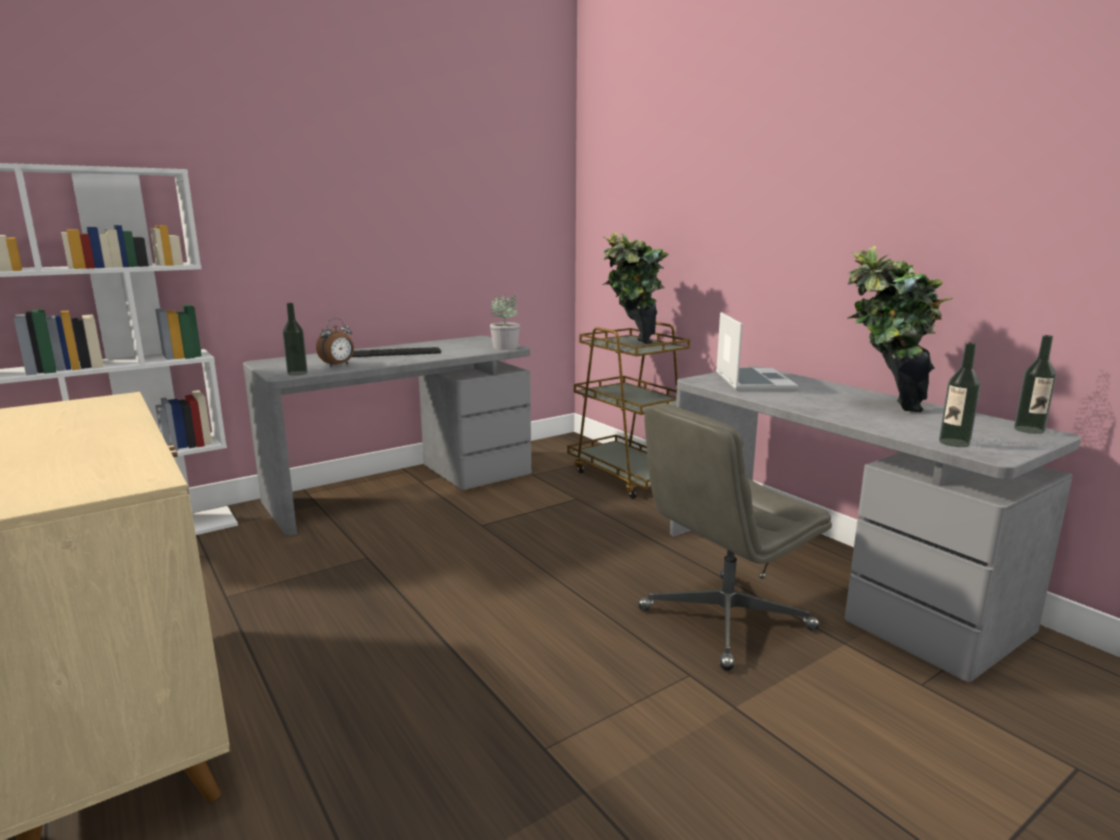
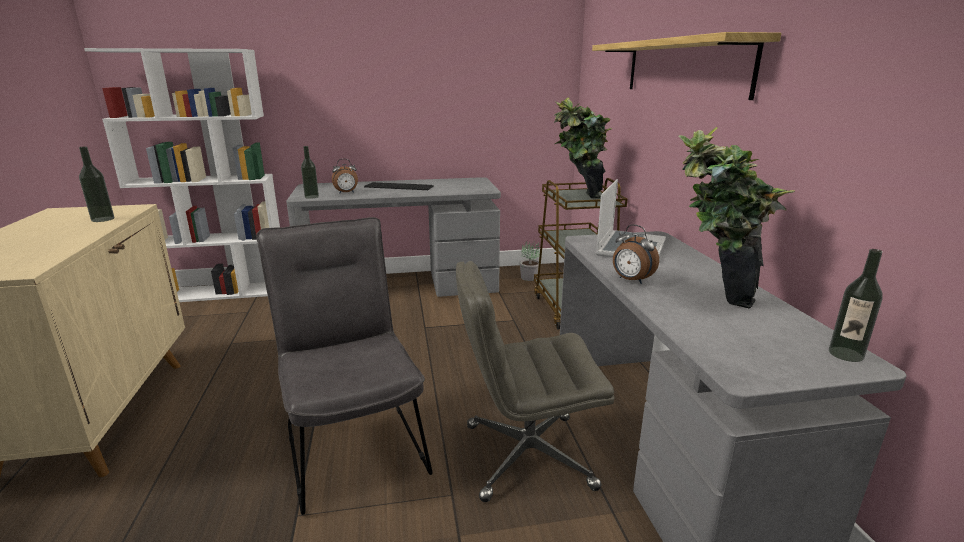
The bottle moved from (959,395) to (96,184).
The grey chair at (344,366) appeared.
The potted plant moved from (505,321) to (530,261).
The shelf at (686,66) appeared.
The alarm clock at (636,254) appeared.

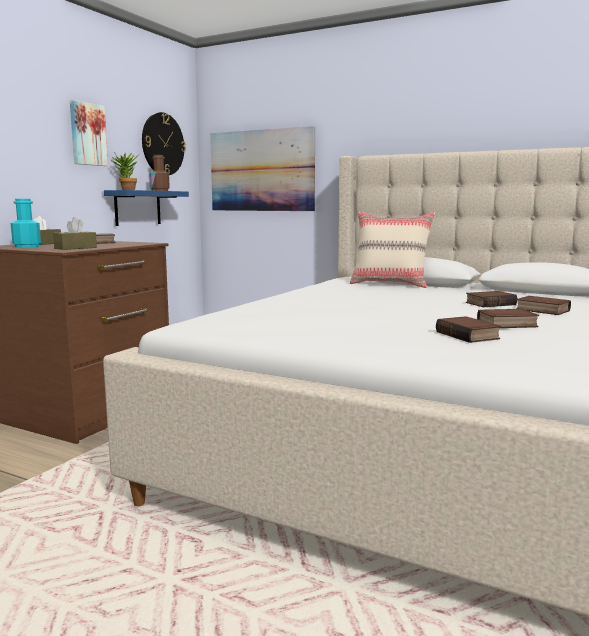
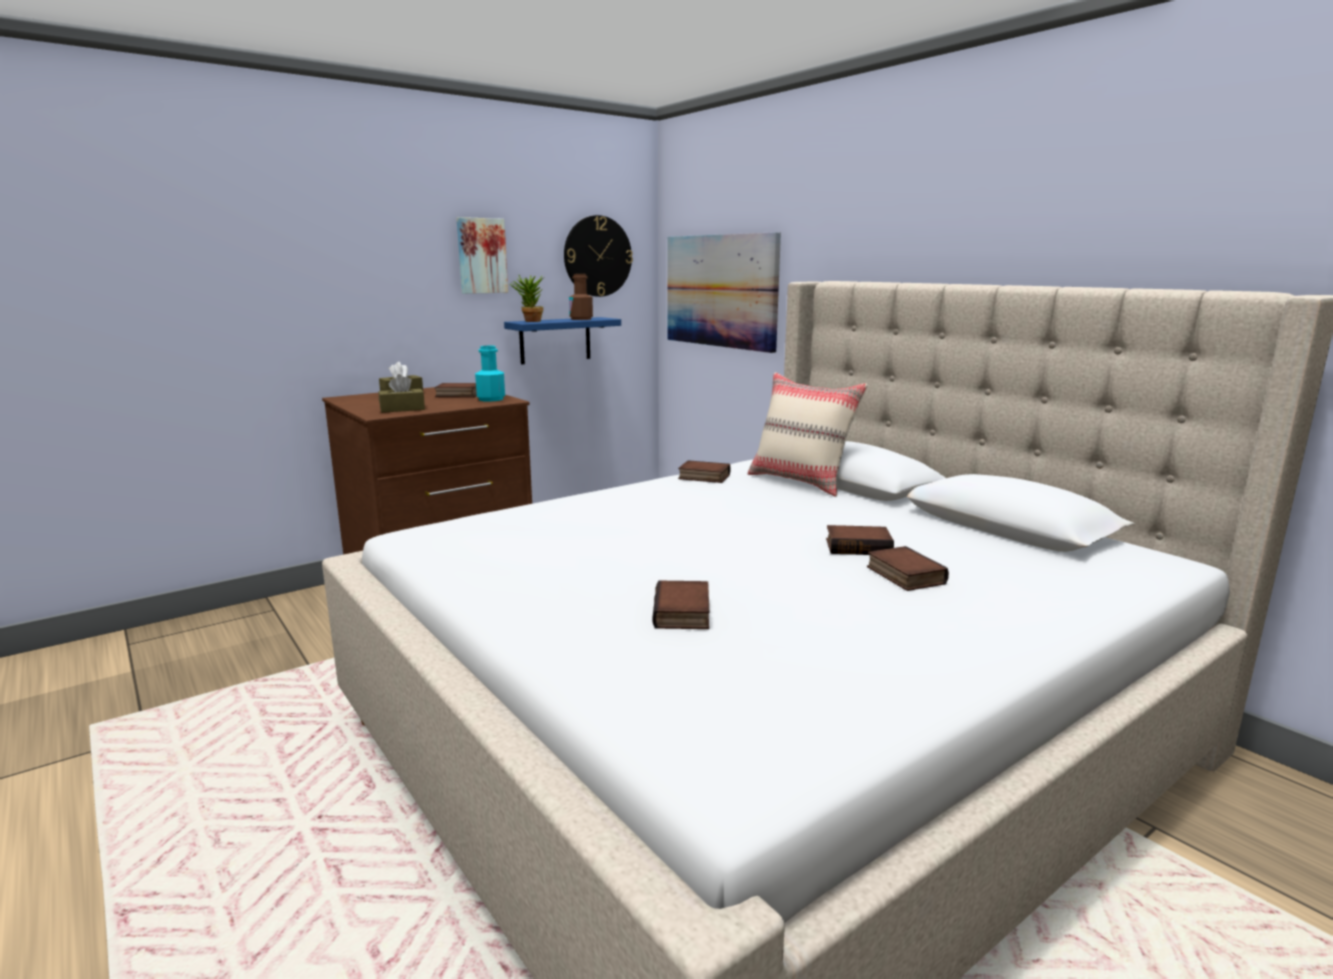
The turquoise bottle moved from (26,223) to (490,373).
The book moved from (508,318) to (704,471).

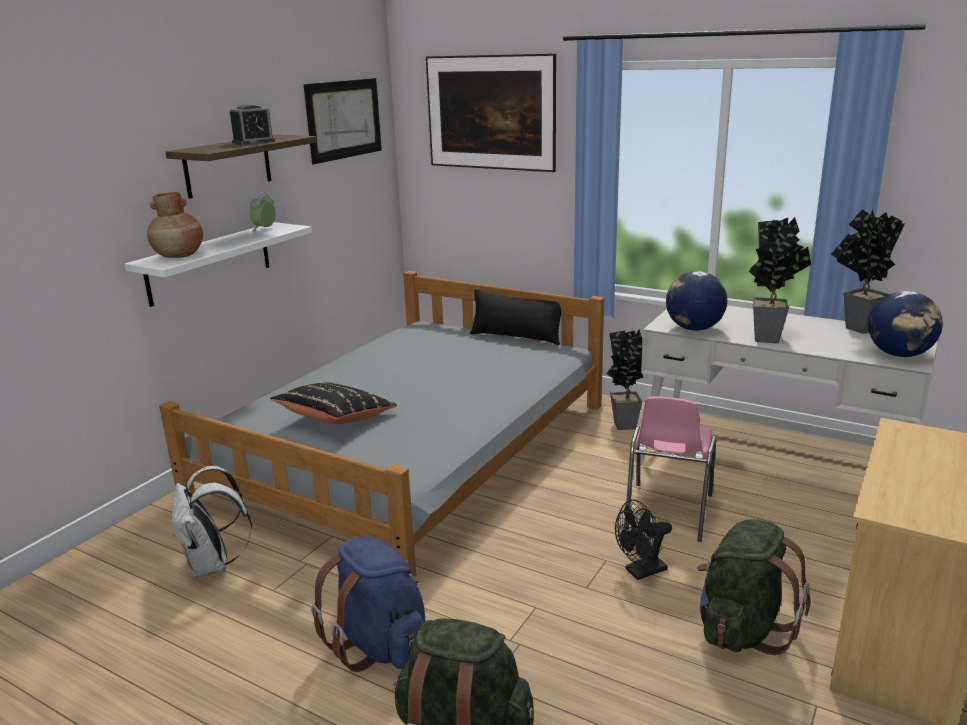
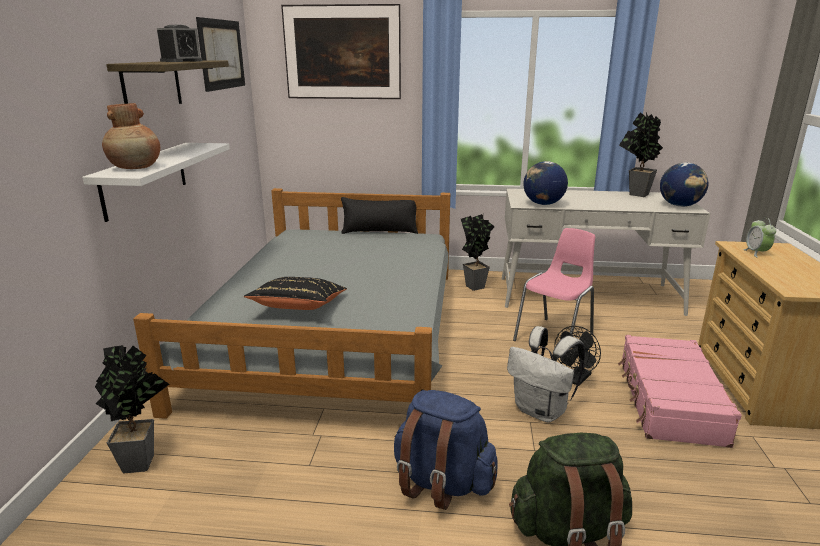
The potted plant moved from (780,280) to (132,409).
The white backpack moved from (212,522) to (546,374).
The pink chair at (670,469) turned 135 degrees counterclockwise.
The green backpack at (753,587) was replaced by the pink suitcase at (680,391).
The alarm clock moved from (263,211) to (759,237).

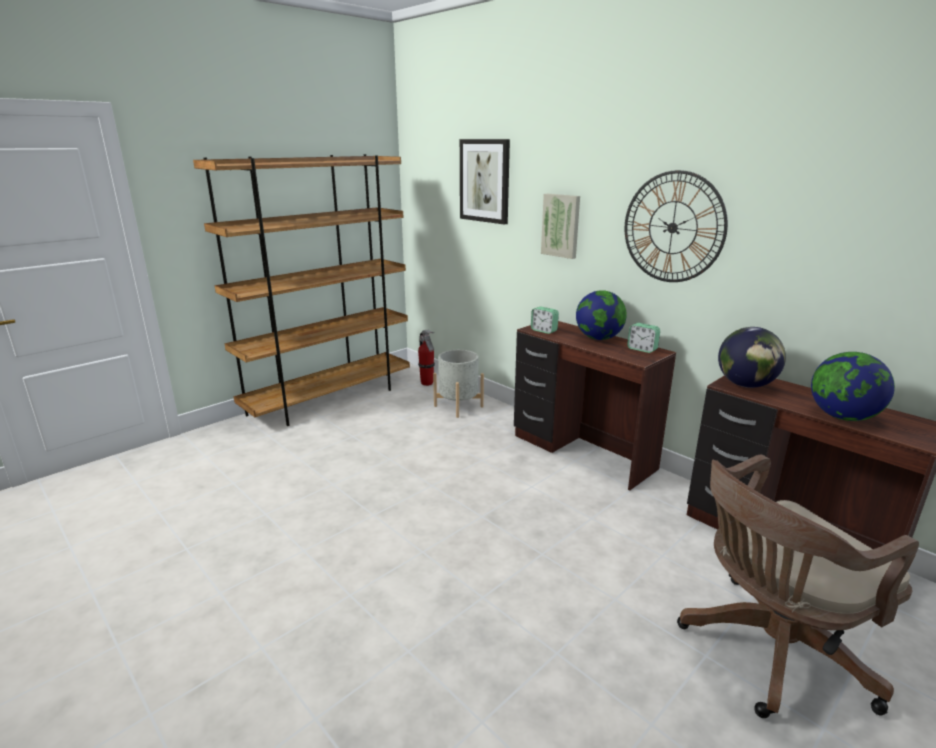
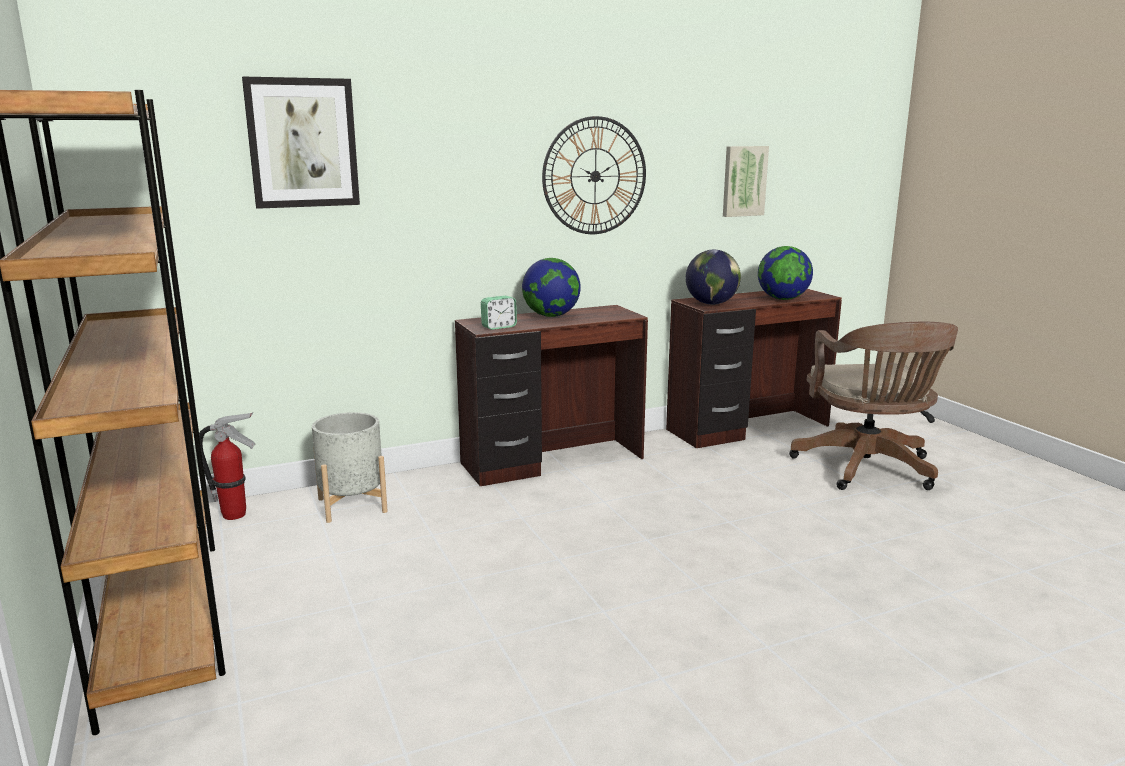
The picture moved from (560,226) to (746,181).
The alarm clock at (643,338) disappeared.

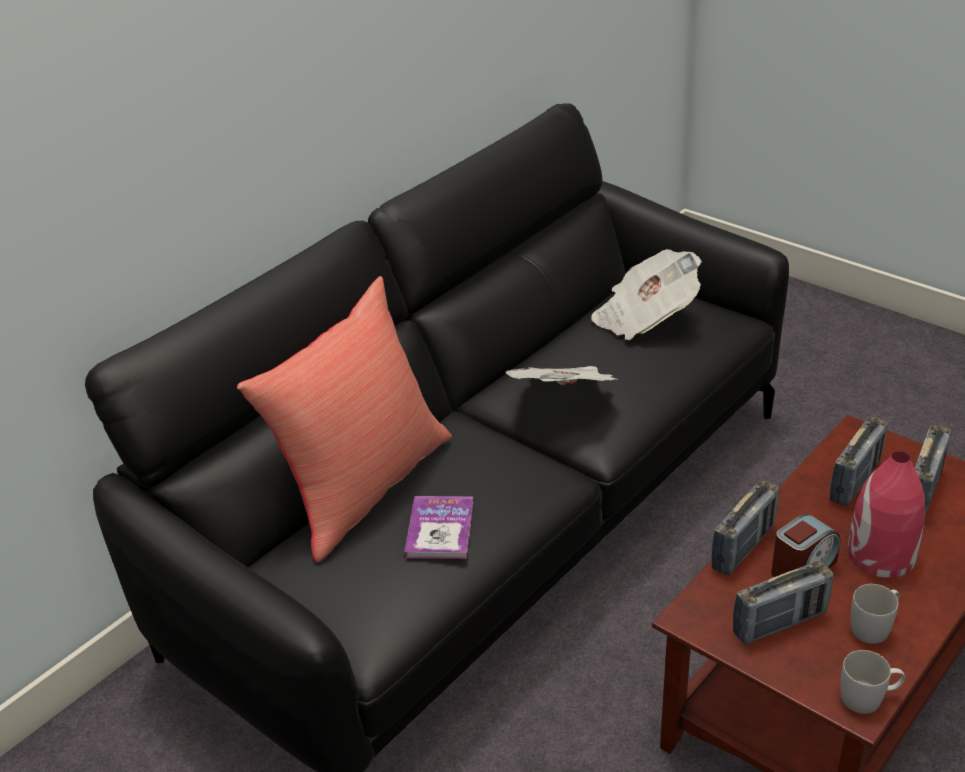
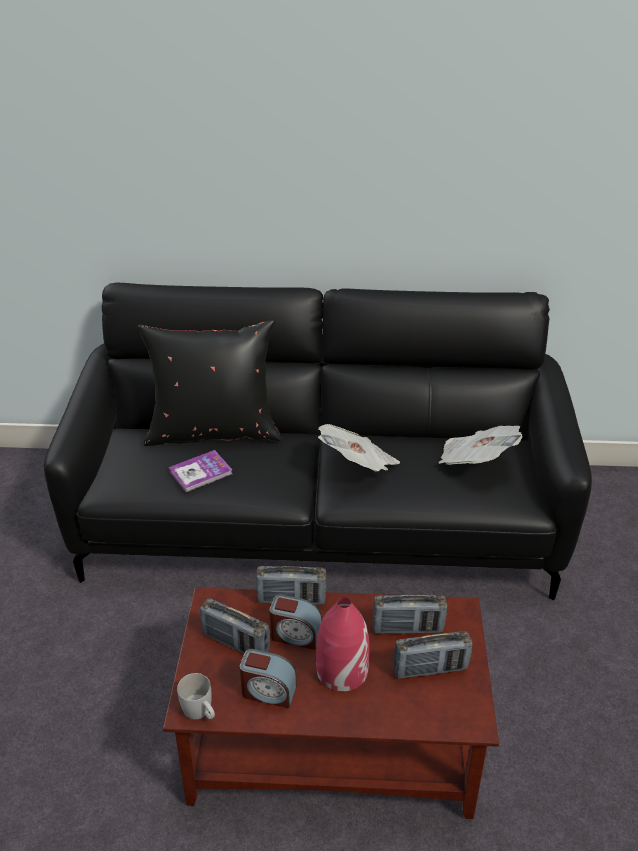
The red pillow at (344,419) became the black pillow at (209,383).
The white mug at (875,614) was replaced by the alarm clock at (268,678).

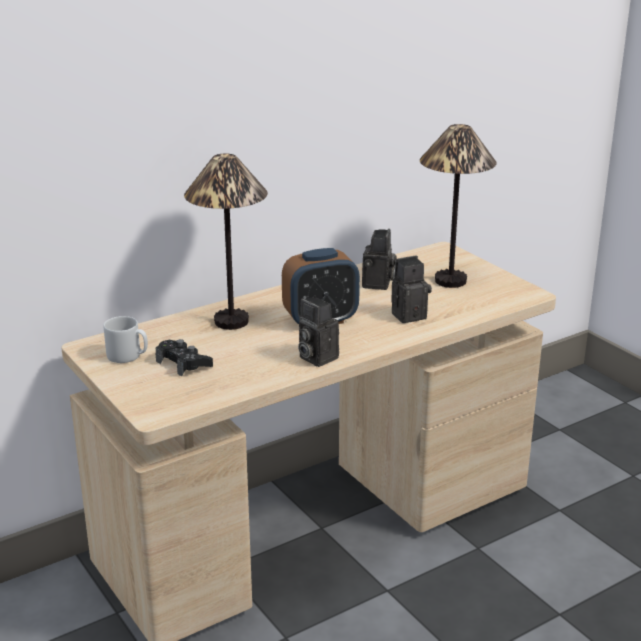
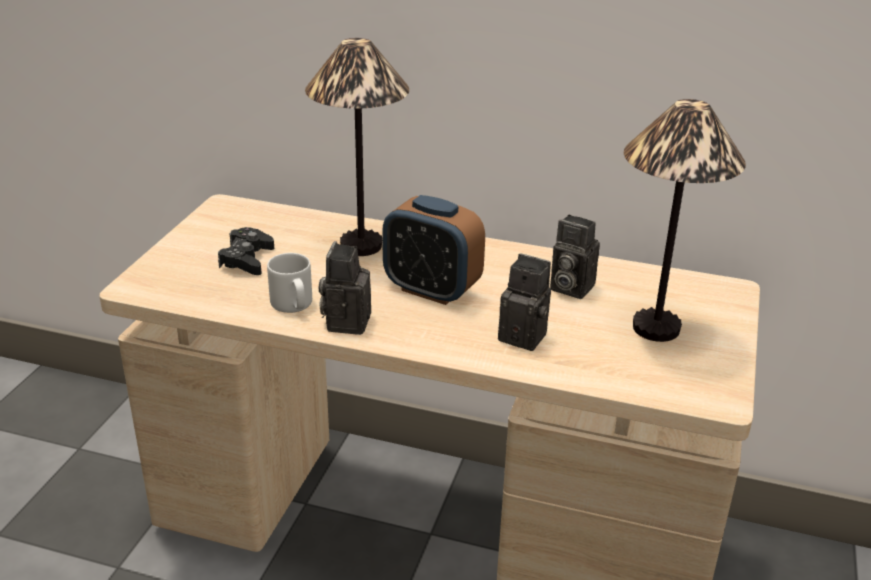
The grey mug moved from (126,339) to (289,283).
The photo camera at (379,259) turned 60 degrees clockwise.

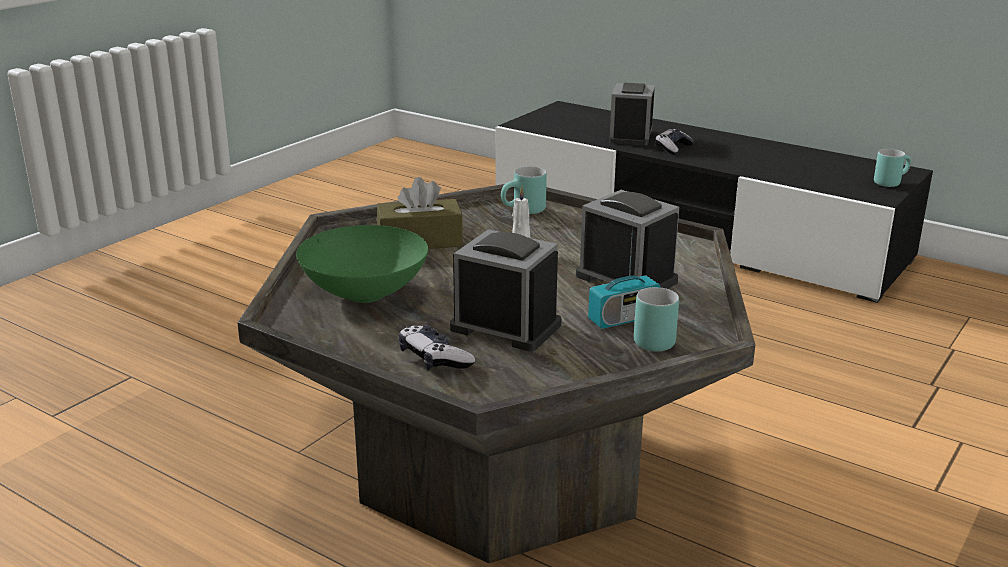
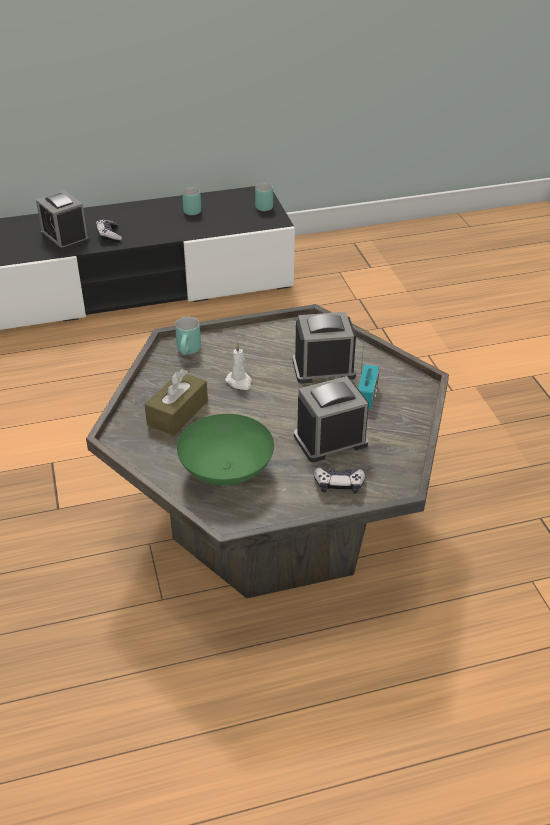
The turquoise mug moved from (656,319) to (191,201).

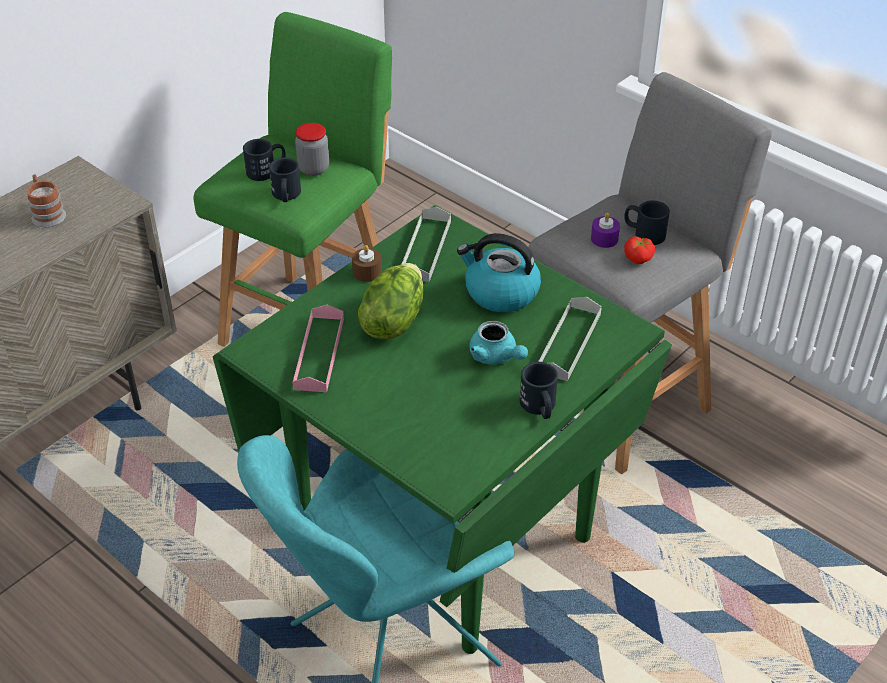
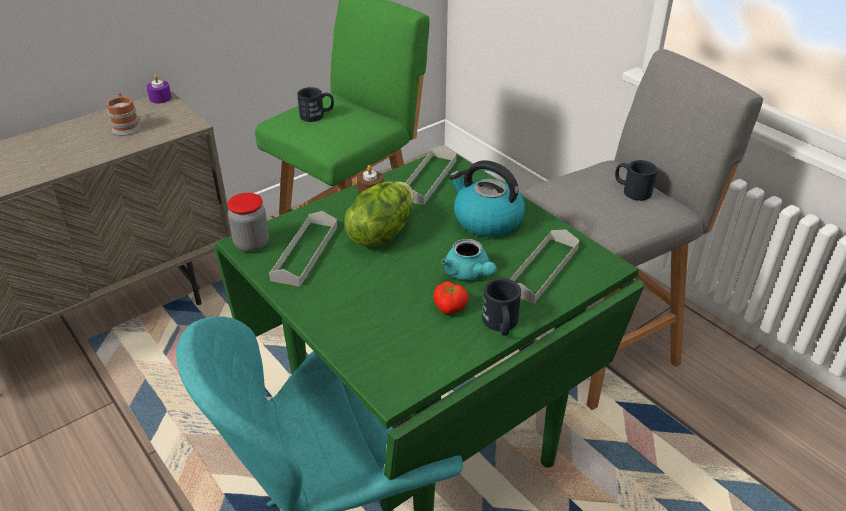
The purple candle moved from (605,230) to (159,88).
The jar moved from (312,149) to (248,222).
The pink tray at (318,348) became the grey tray at (303,249).
The tomato moved from (639,250) to (451,297).
The black mug at (285,179) disappeared.

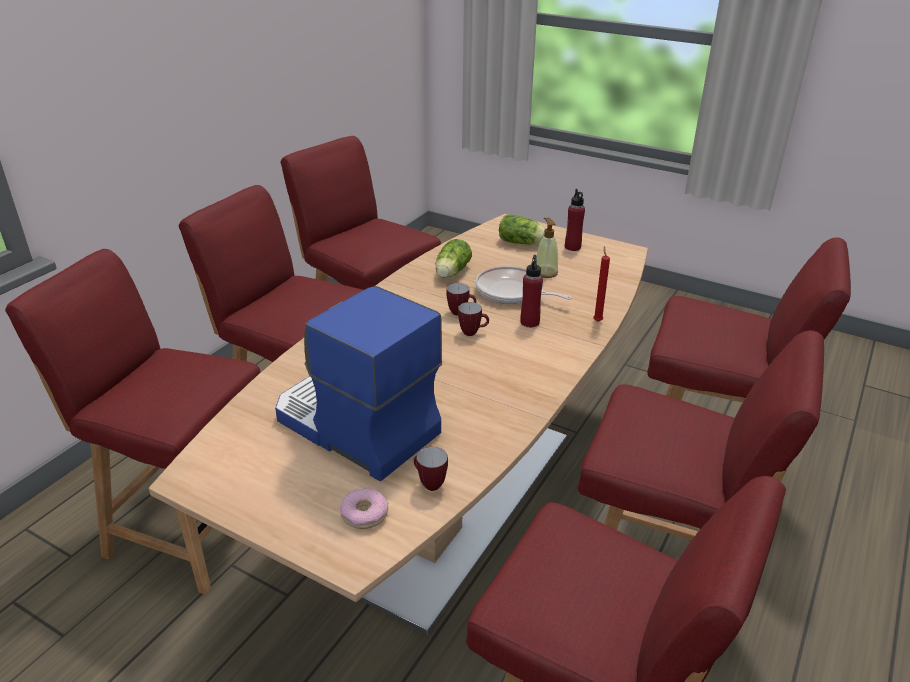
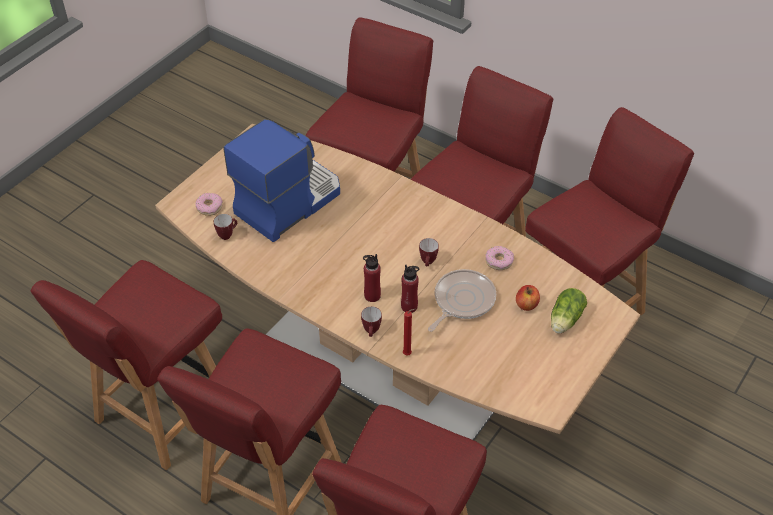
The mug moved from (473,319) to (371,321).
The red bottle moved from (575,220) to (372,278).
The lettuce at (454,258) was replaced by the donut at (499,258).
The apple at (528,298) appeared.
The soap dispenser at (547,248) disappeared.

